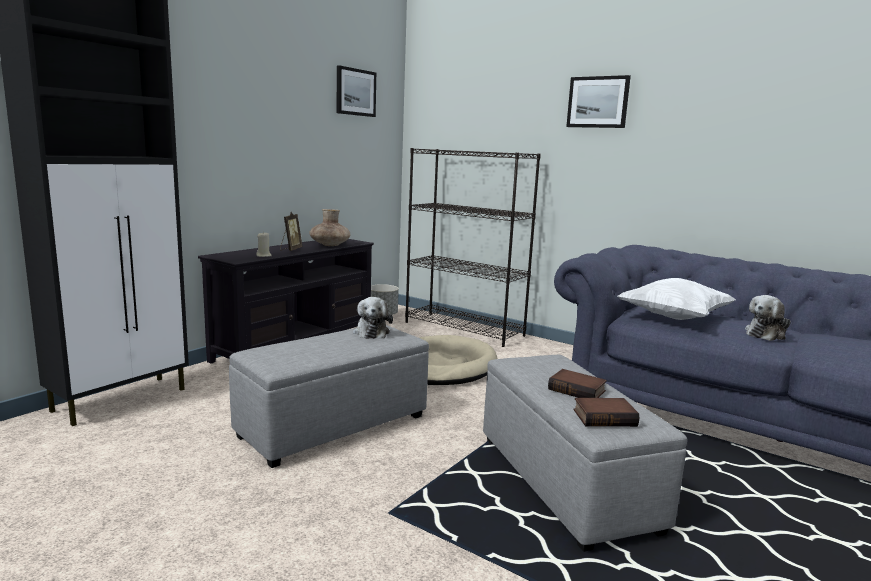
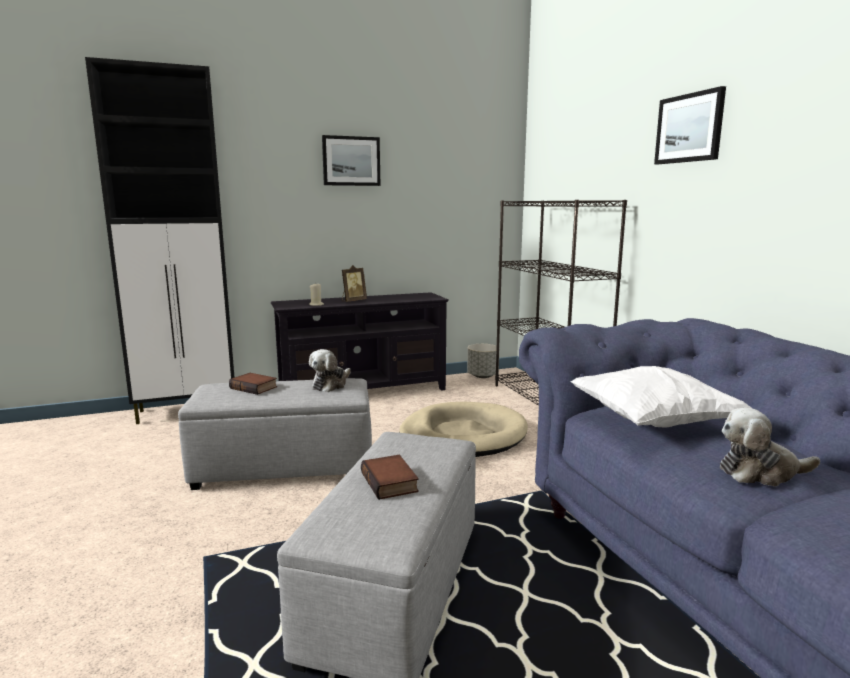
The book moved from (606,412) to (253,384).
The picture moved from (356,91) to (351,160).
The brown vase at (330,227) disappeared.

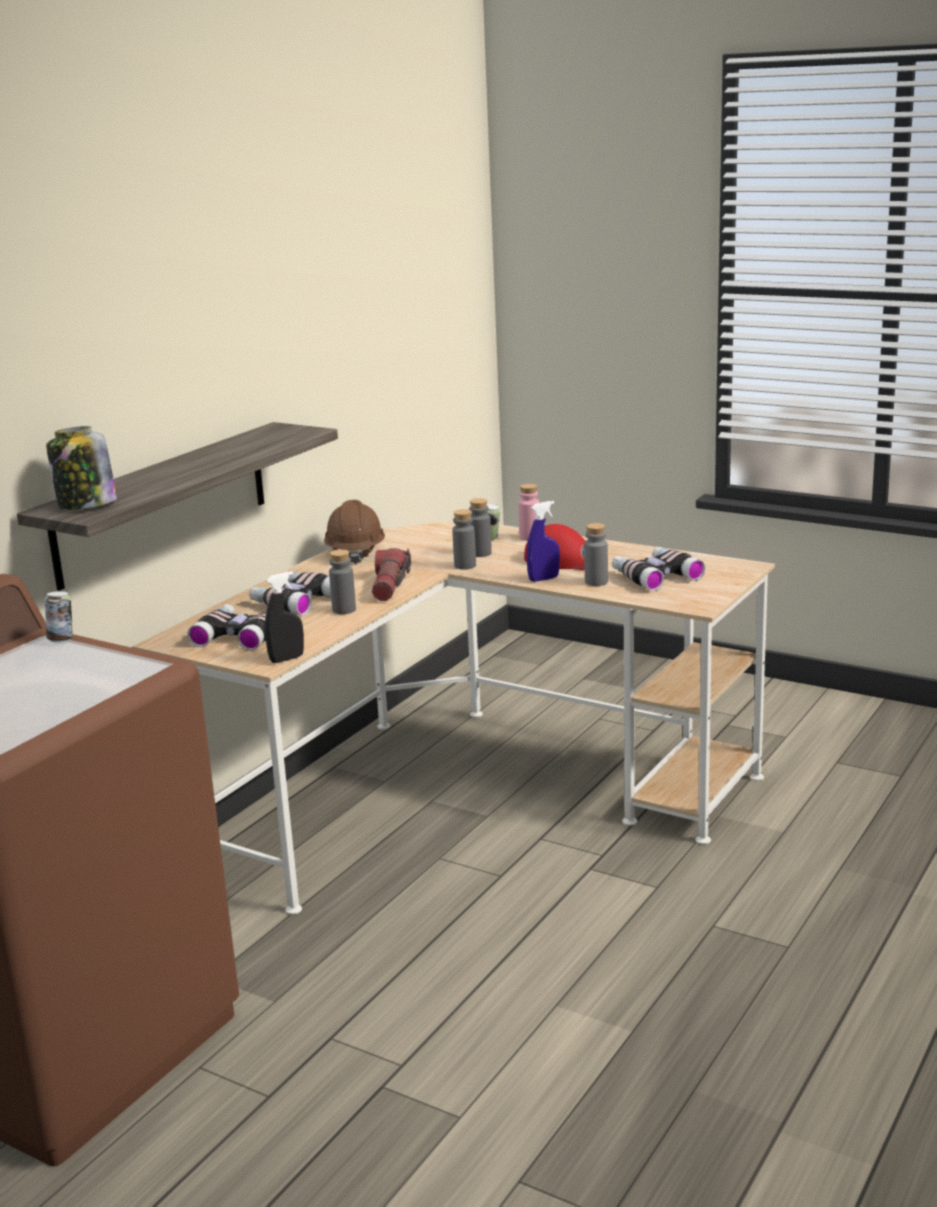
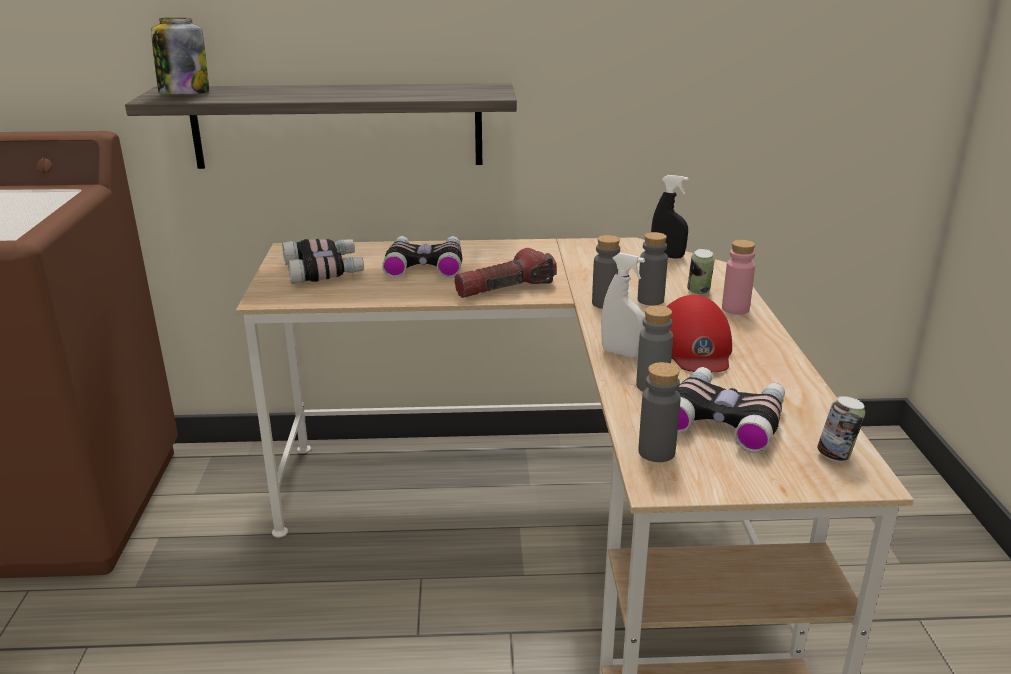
The blue spray bottle at (543,541) became the white spray bottle at (623,305).
The grey bottle moved from (342,581) to (659,412).
The black spray bottle moved from (284,617) to (669,217).
The can moved from (59,617) to (841,429).
The brown hard hat at (354,532) disappeared.

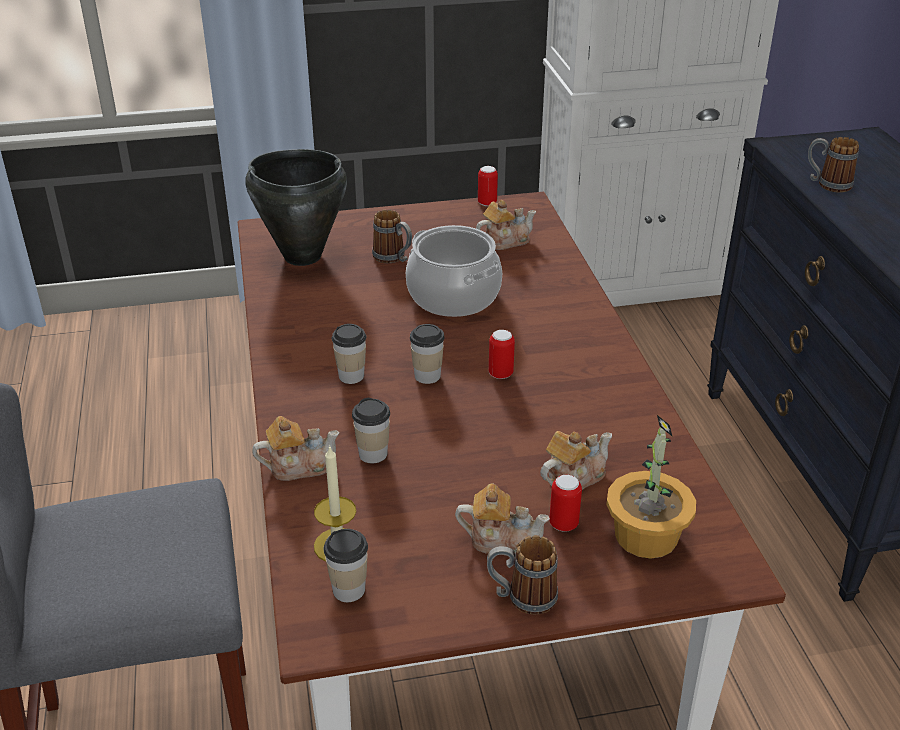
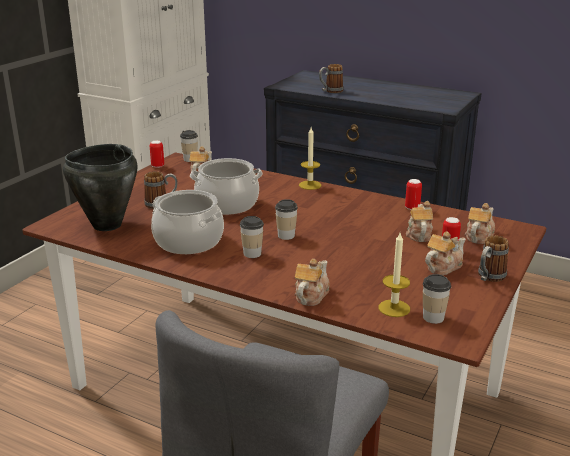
The cooking pot at (187,222) appeared.
The cup moved from (371,430) to (189,146).
The candle at (310,159) appeared.
The can moved from (502,354) to (413,194).
The potted plant at (651,487) was replaced by the teapot at (480,223).

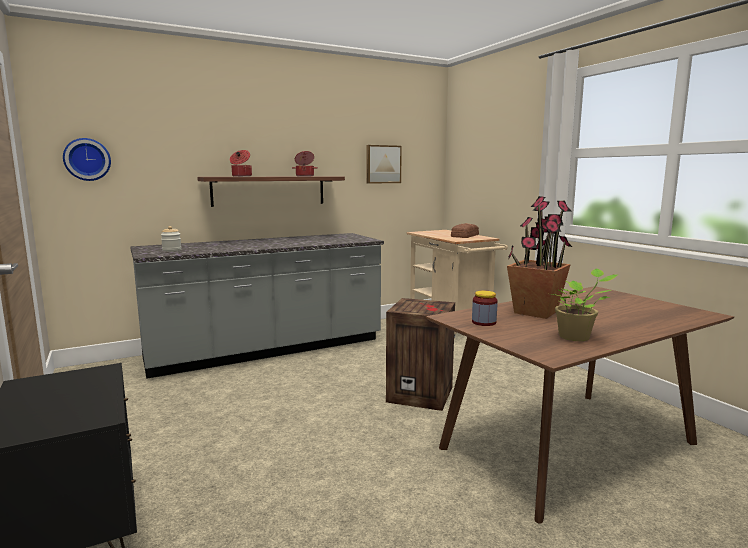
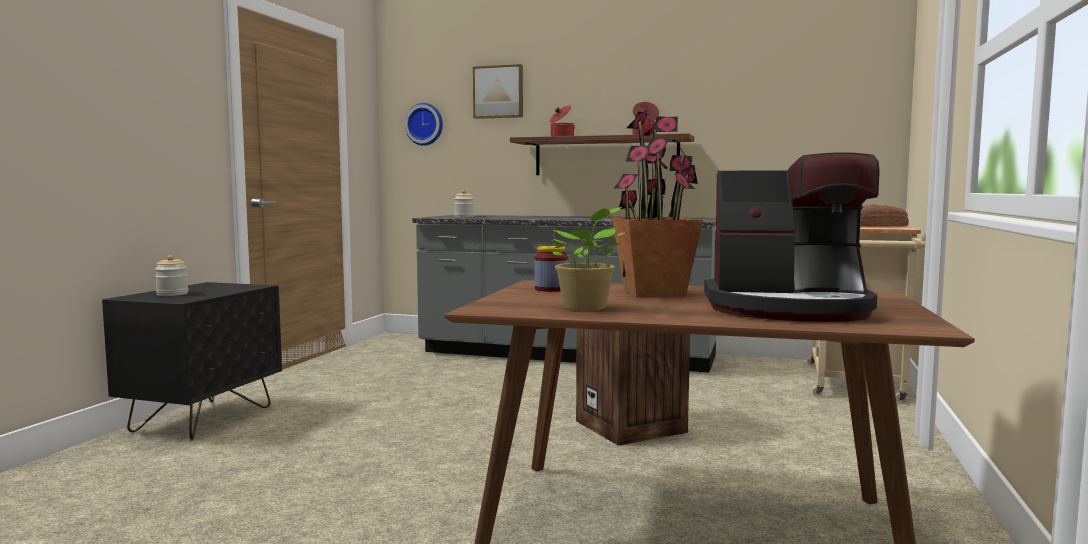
The jar at (171,275) appeared.
The picture moved from (384,164) to (498,91).
The coffee machine at (792,237) appeared.

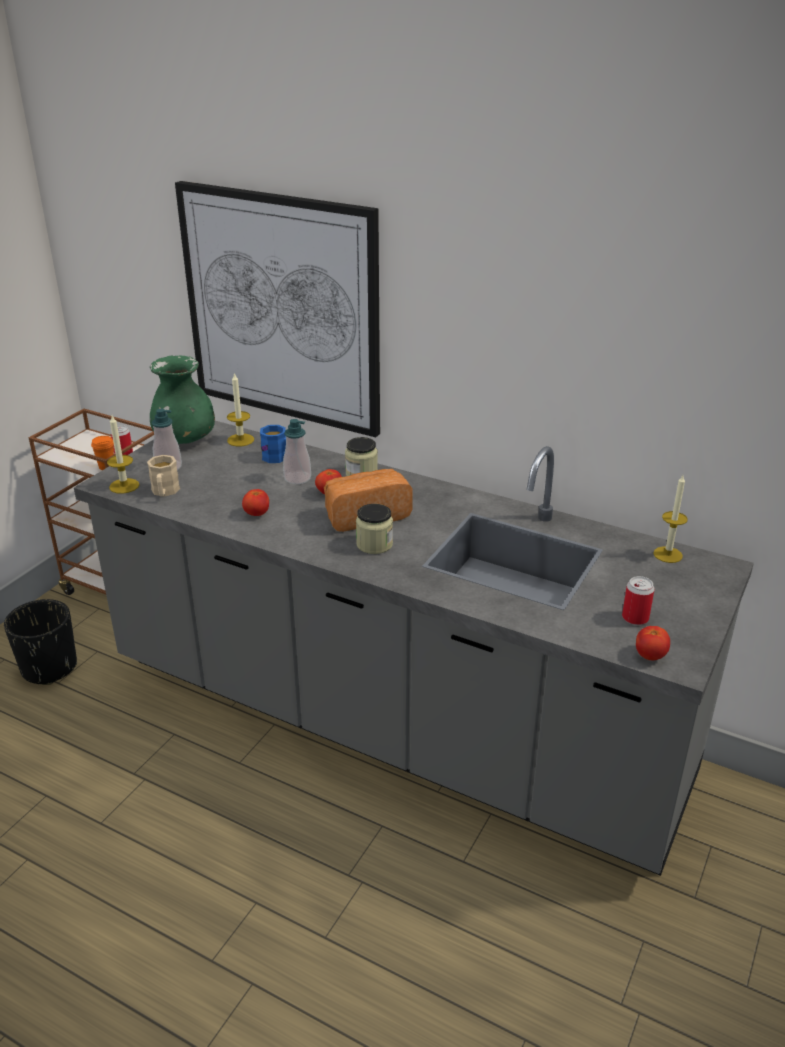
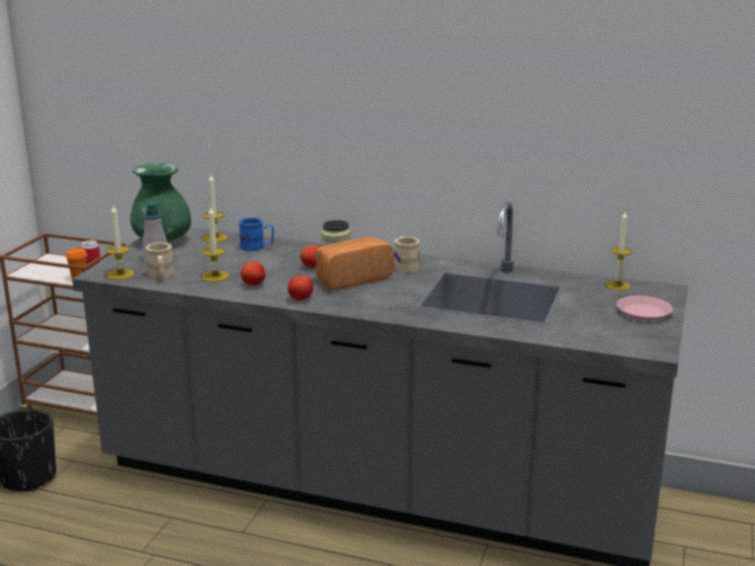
The candle at (215,244) appeared.
The tomato moved from (653,643) to (300,288).
The beige mug at (407,254) appeared.
The pink plate at (645,308) appeared.
The picture at (277,309) disappeared.
The soap dispenser at (297,451) disappeared.
The jar at (374,529) disappeared.
The can at (638,600) disappeared.

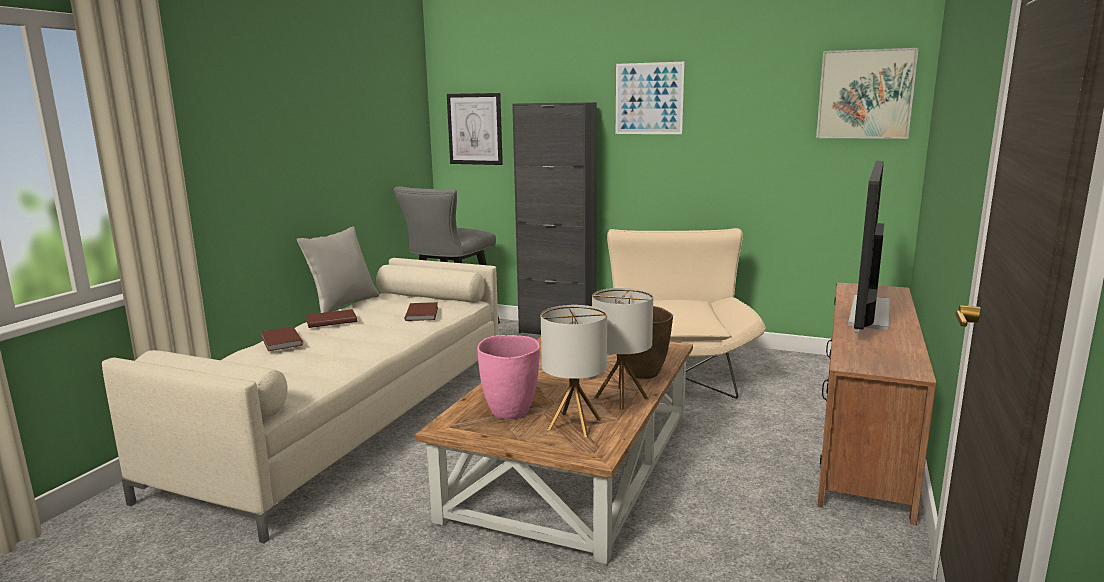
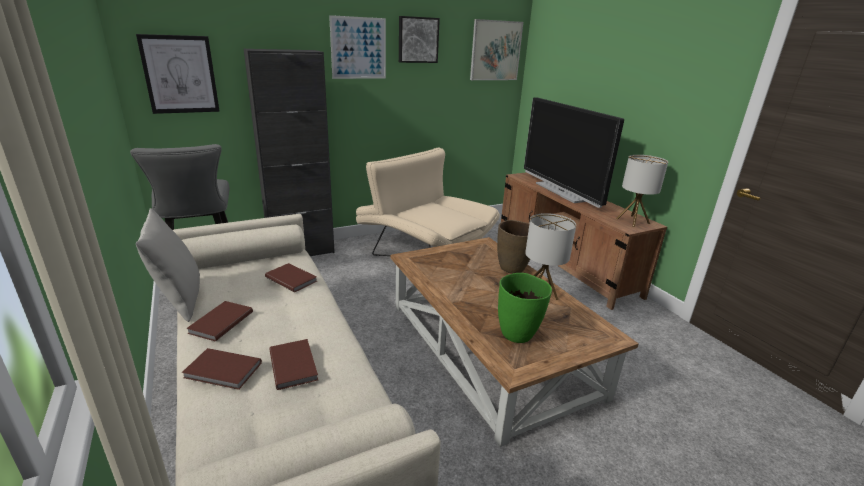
The brown book at (293,364) appeared.
The picture at (419,39) appeared.
The pink vase at (508,377) became the green vase at (525,308).
The table lamp moved from (574,371) to (642,191).

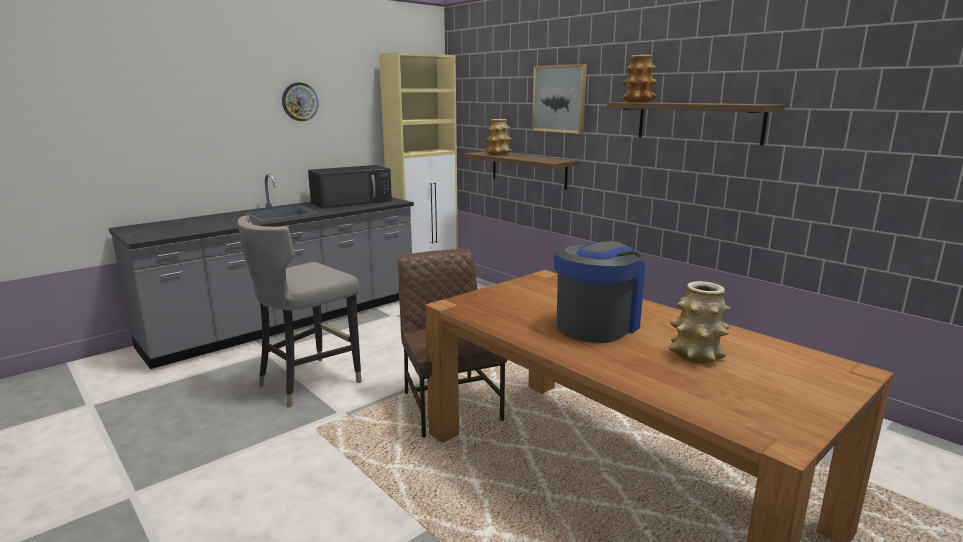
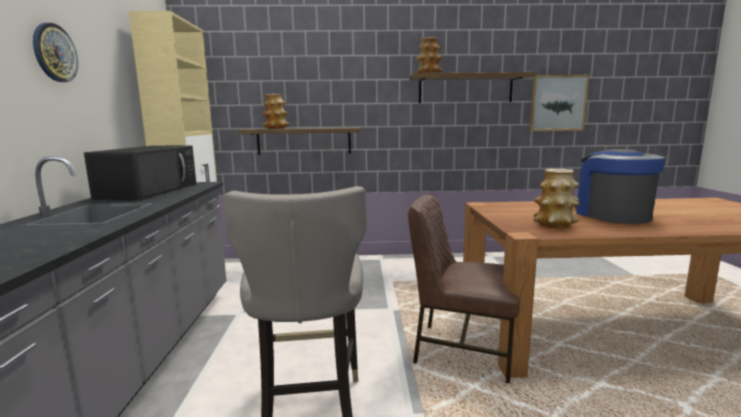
The picture moved from (559,99) to (559,103).
The vase moved from (699,322) to (557,198).

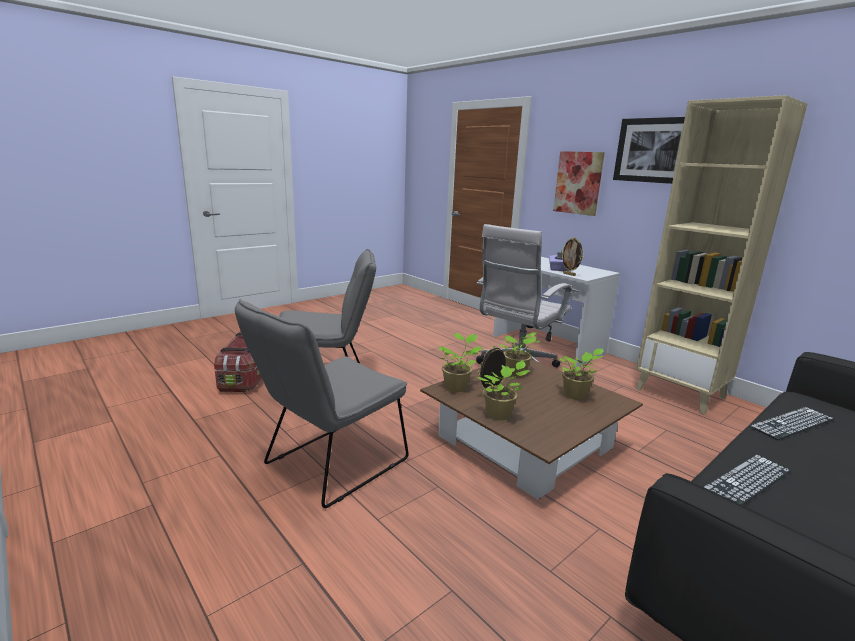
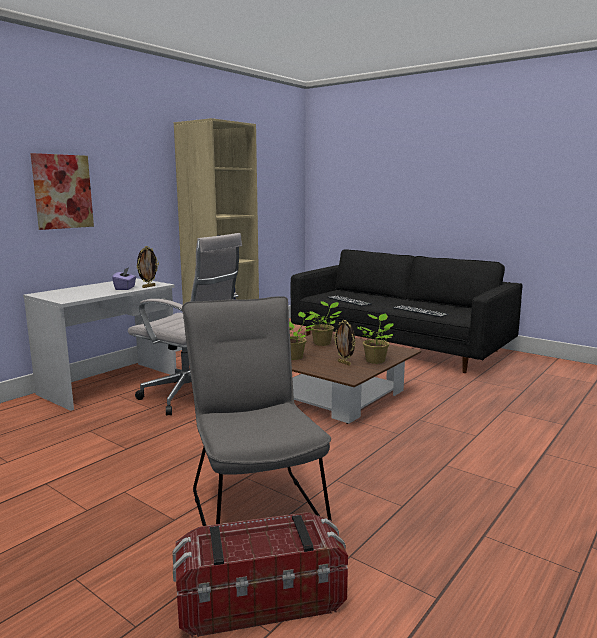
The grey chair at (322,403) disappeared.
The potted plant at (460,362) disappeared.
The picture at (649,150) disappeared.

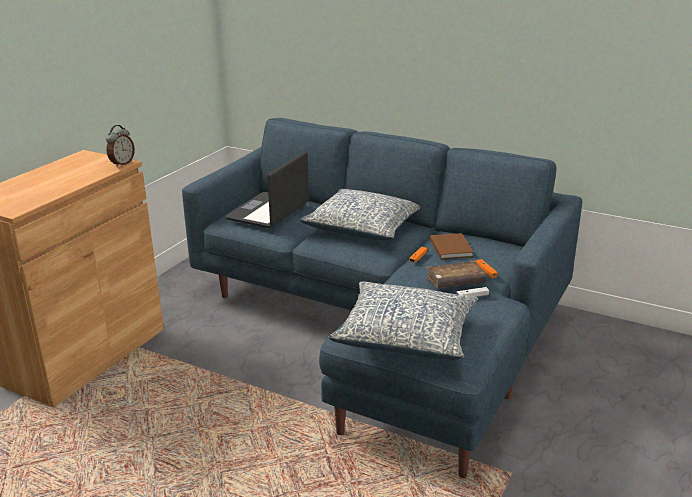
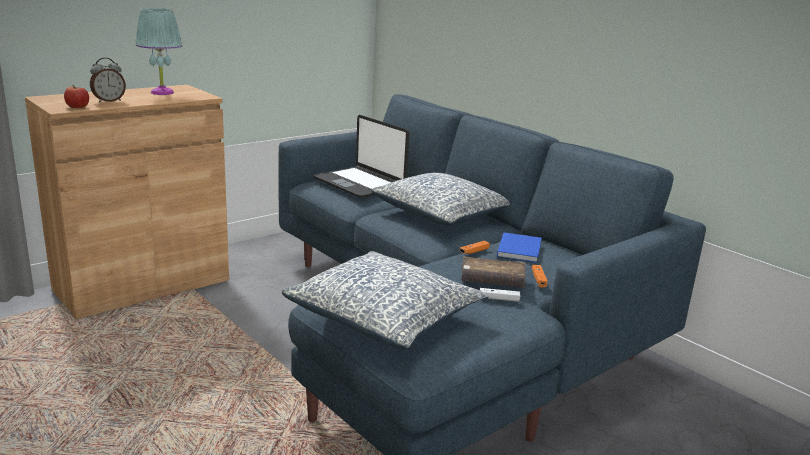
The apple at (76,96) appeared.
The alarm clock moved from (120,146) to (108,80).
The turquoise table lamp at (159,51) appeared.
The laptop at (267,190) turned 90 degrees counterclockwise.
The brown book at (452,246) became the blue book at (519,248).

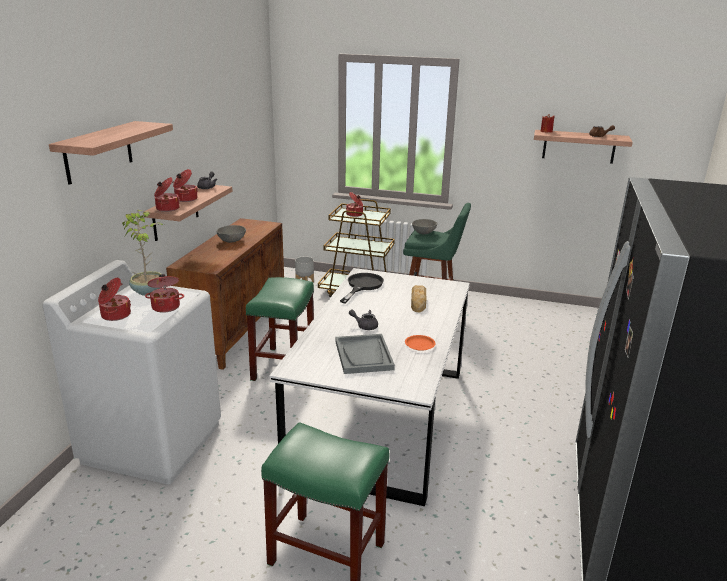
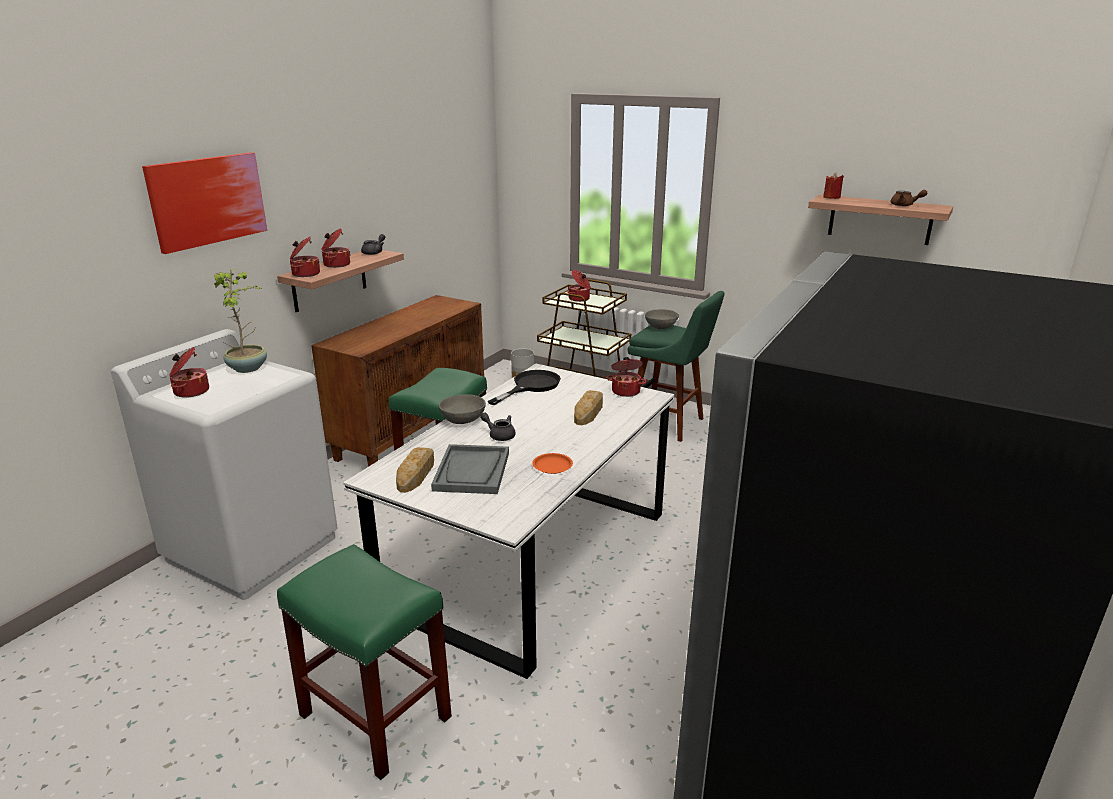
The shelf at (111,153) was replaced by the picture at (204,203).
The bread at (415,470) appeared.
The grey bowl moved from (231,234) to (462,409).
The cooking pot moved from (164,293) to (627,377).

